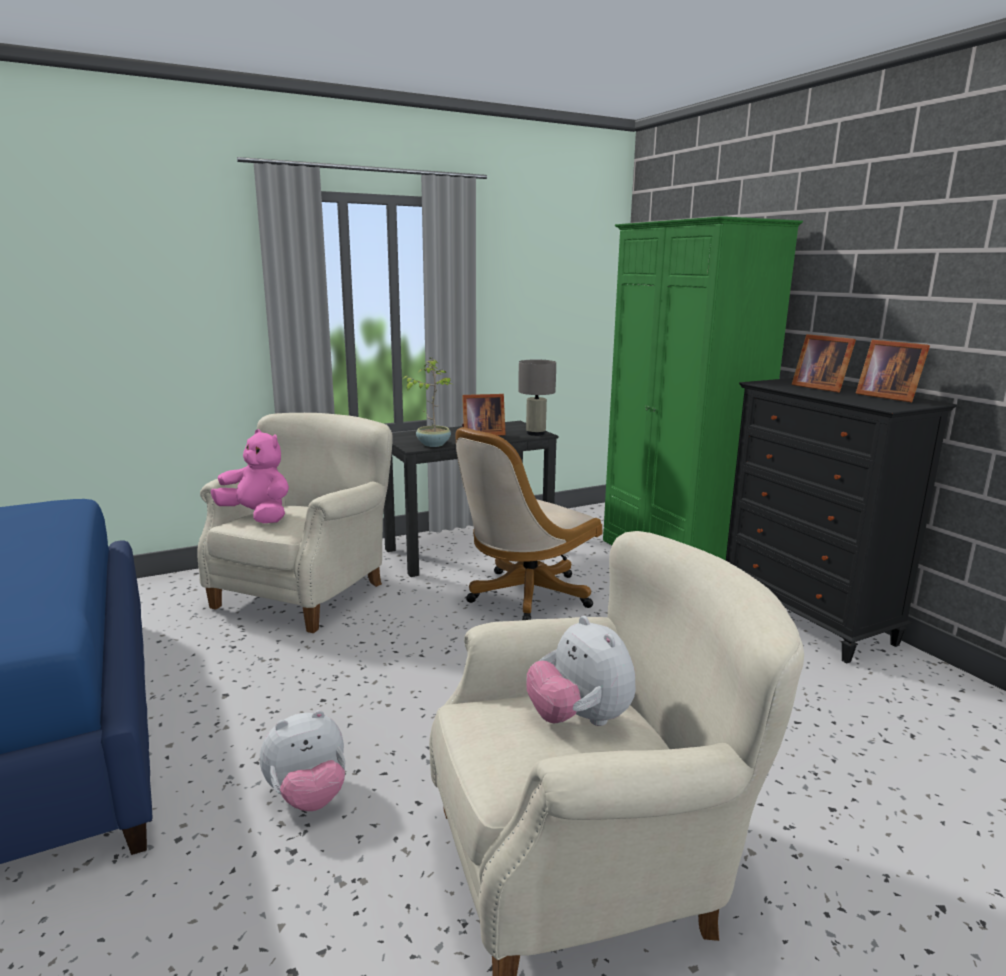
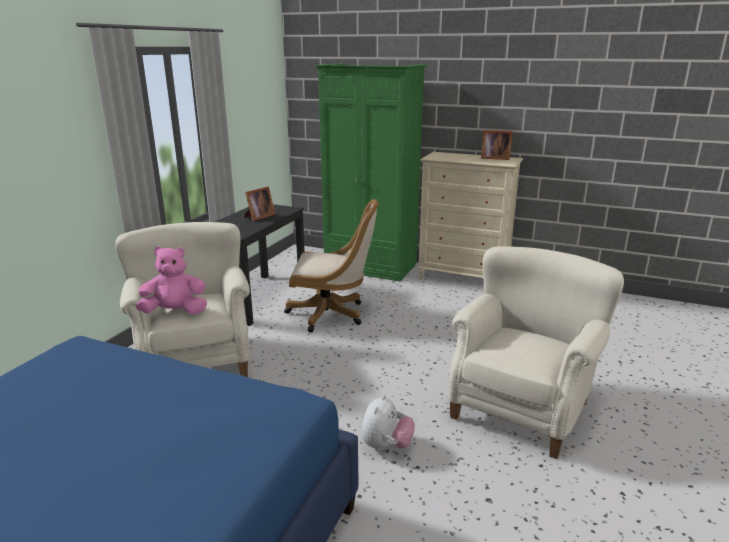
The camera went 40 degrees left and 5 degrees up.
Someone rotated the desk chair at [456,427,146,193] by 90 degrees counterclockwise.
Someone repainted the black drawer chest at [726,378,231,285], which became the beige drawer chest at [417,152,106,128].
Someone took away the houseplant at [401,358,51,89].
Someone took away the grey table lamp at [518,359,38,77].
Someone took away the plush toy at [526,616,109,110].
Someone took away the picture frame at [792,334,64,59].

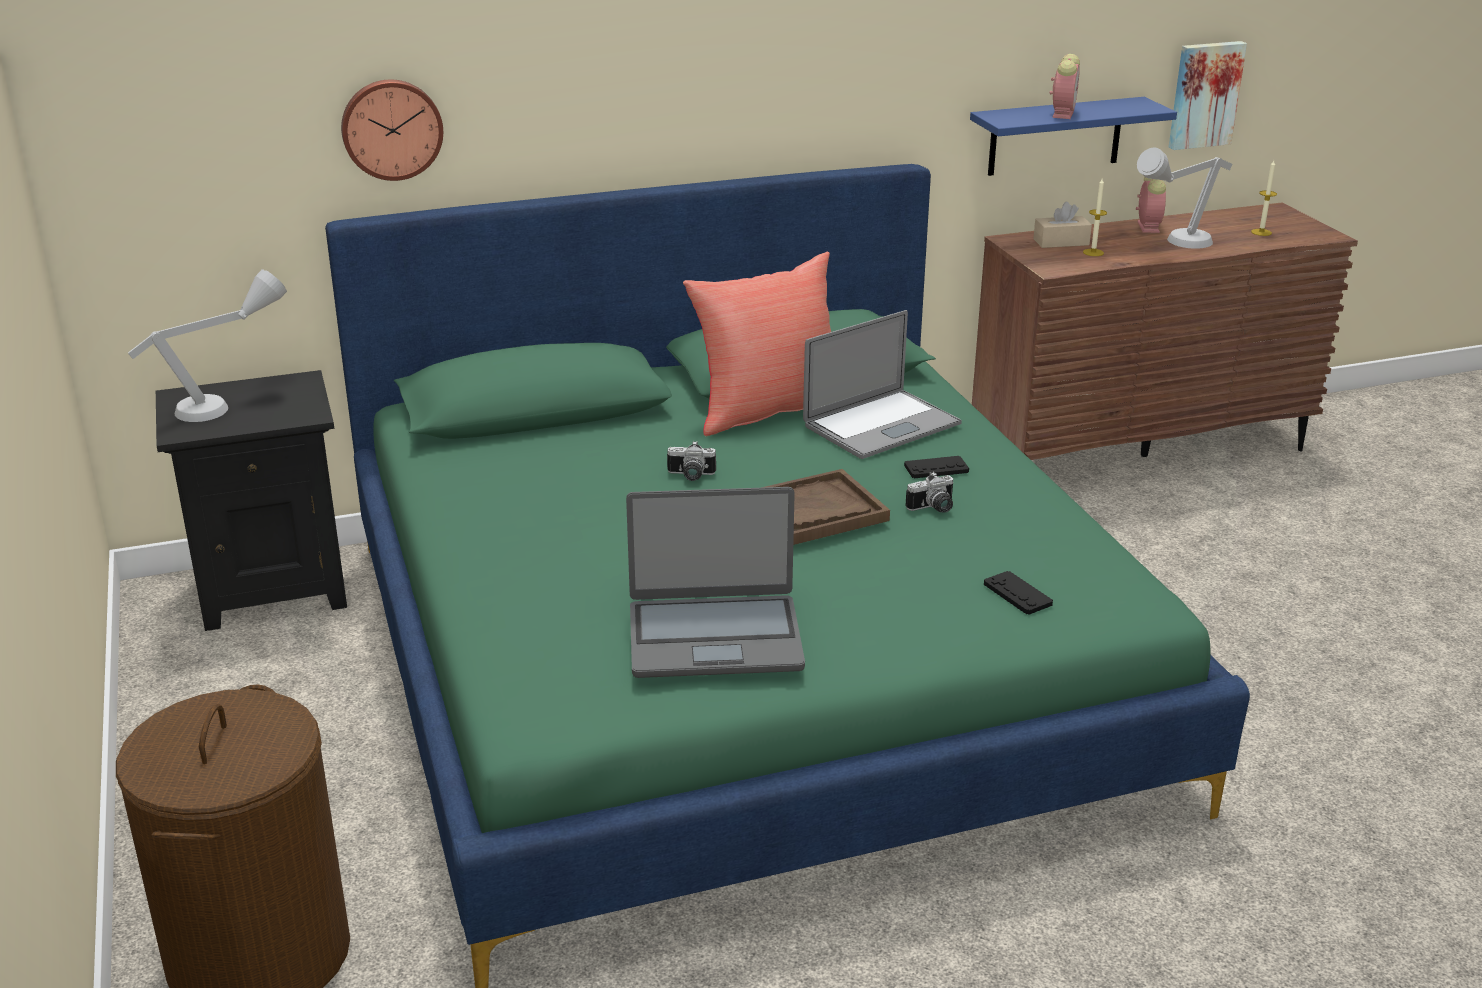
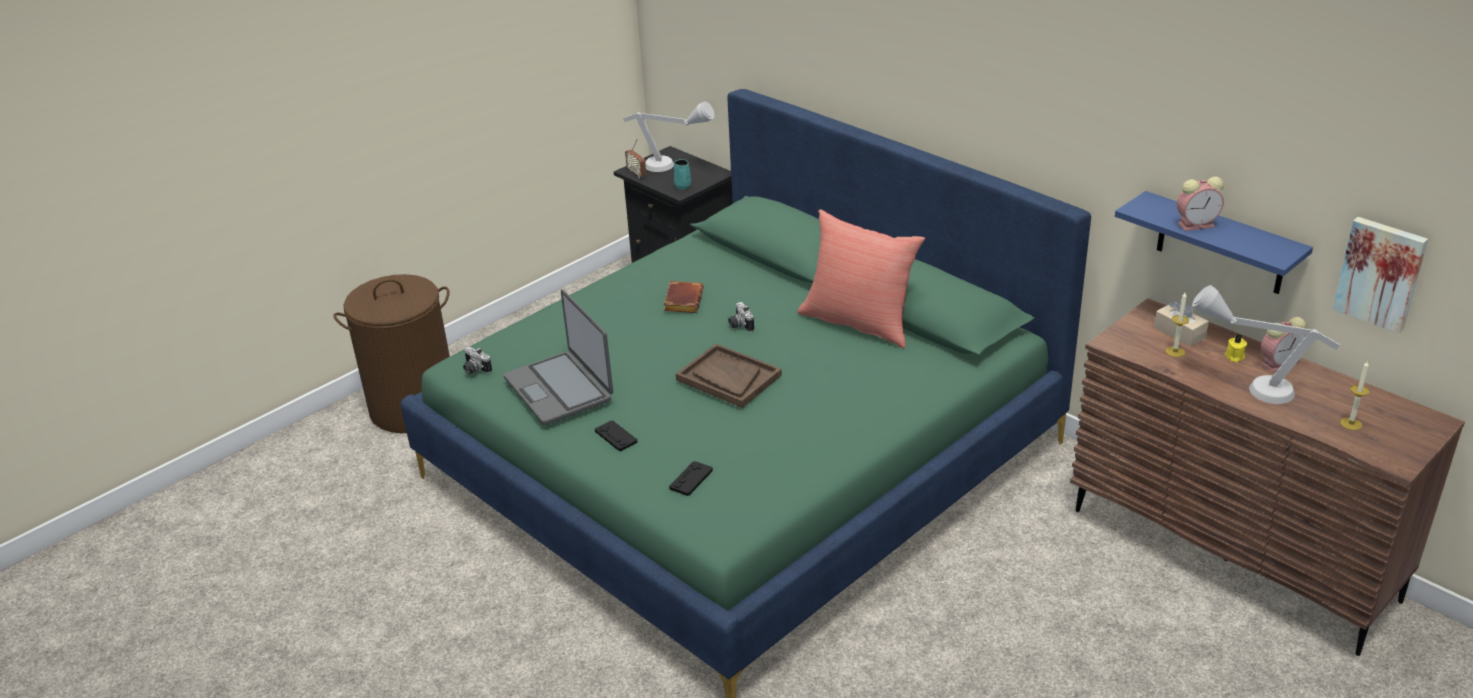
The camera went 65 degrees right and 5 degrees up.
Someone carried the still camera from [905,472,49,41] to [463,346,29,28].
Someone carried the black game controller from [904,456,65,23] to [595,420,42,31].
Someone put down the radio set at [625,139,21,39].
Someone put down the brownish volume at [664,281,40,32].
Someone put down the turquoise mug at [674,159,17,31].
Someone put down the yellow wax candle at [1225,334,22,28].
Someone took away the hanging clock at [341,80,102,101].
Someone took away the laptop at [803,310,159,149].

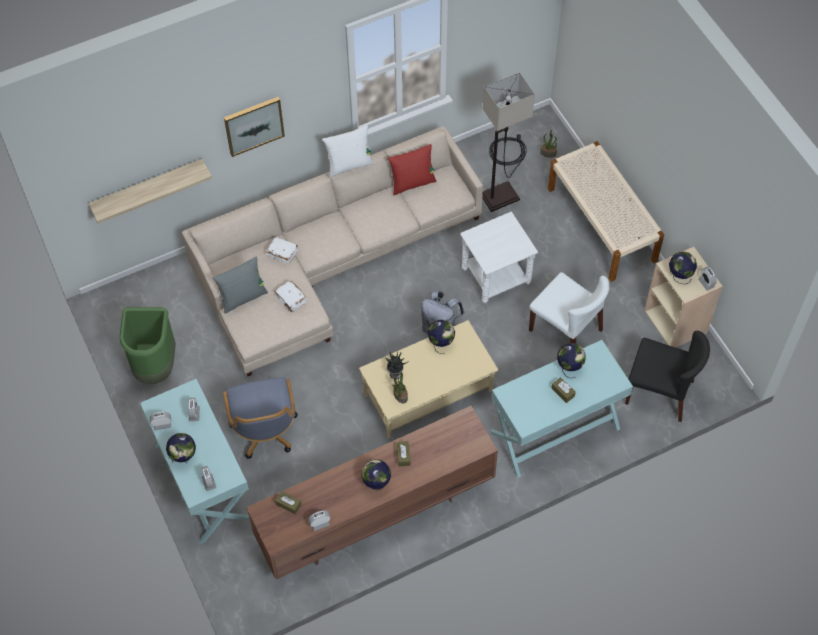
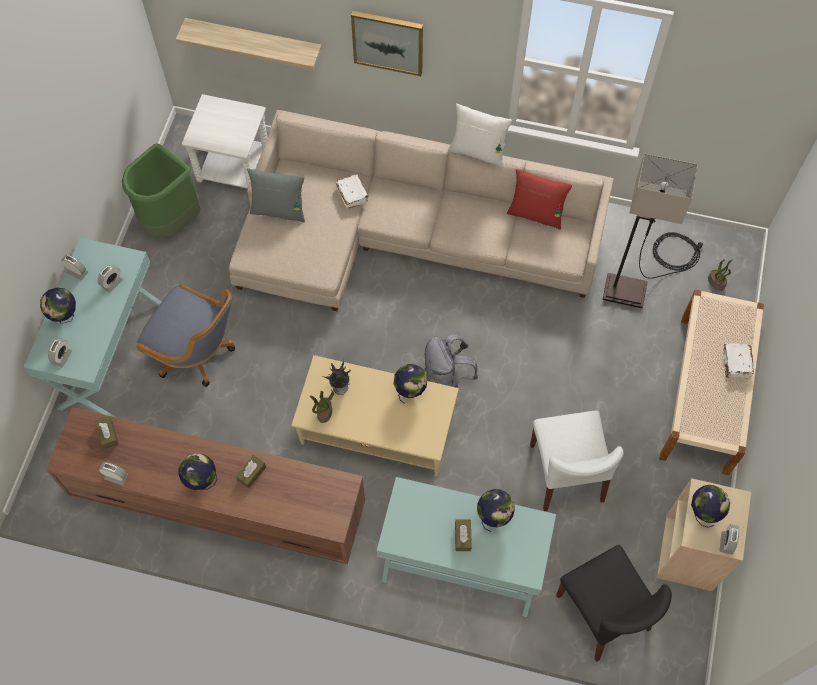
The camera went 40 degrees right and 5 degrees up.
Someone rotated the bluish desk chair at [223,378,75,81] by 90 degrees counterclockwise.
Someone carried the white-coloured end table from [460,212,78,91] to [182,94,86,95].
Someone carried the white-coloured volume from [275,281,32,31] to [723,343,31,36].

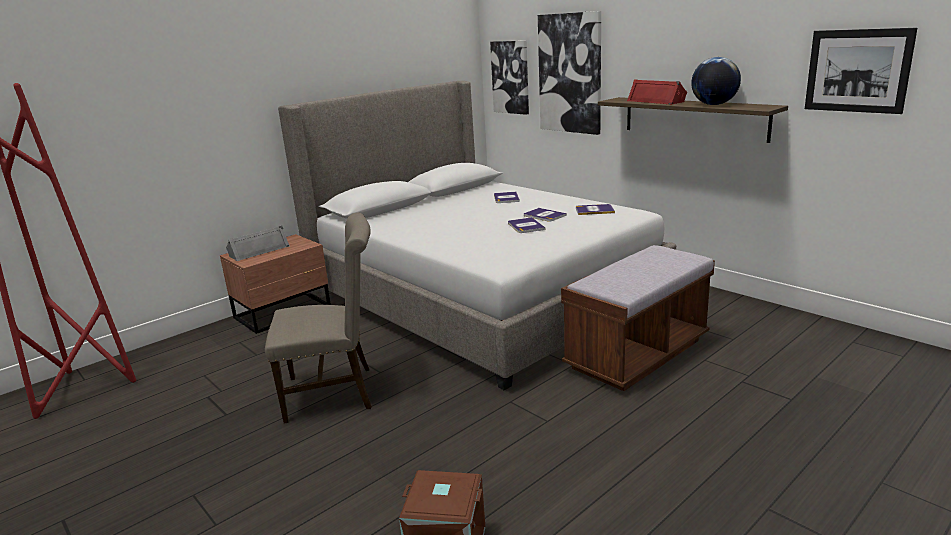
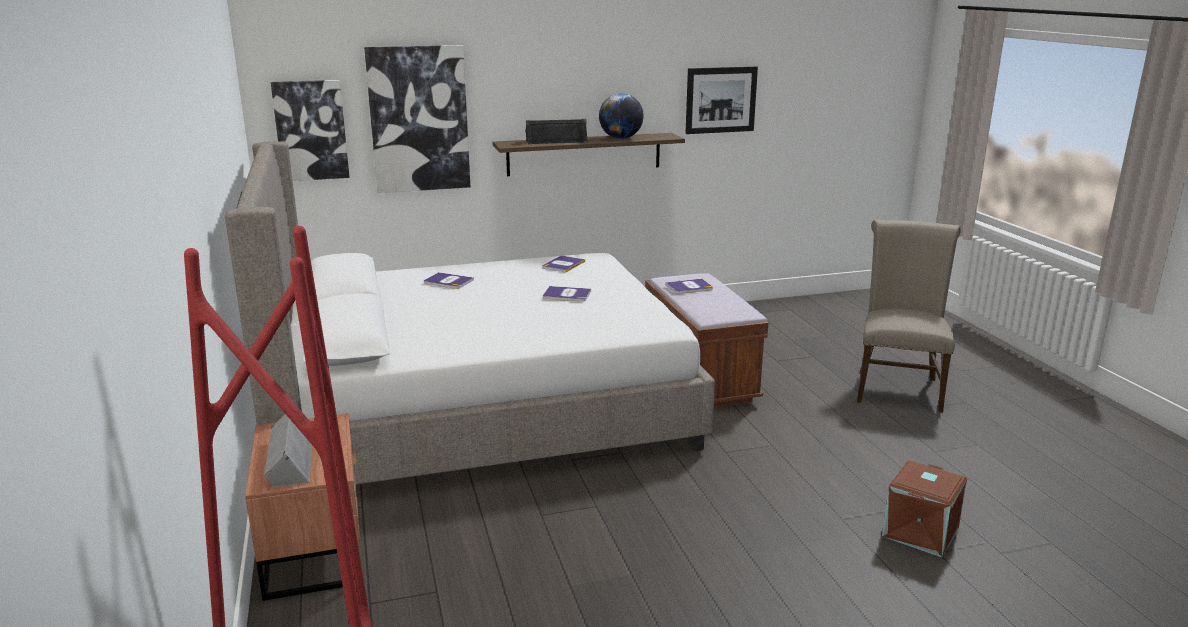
The camera went 65 degrees left and 0 degrees up.
Someone repainted the reddish speaker at [627,79,60,26], which became the black speaker at [526,119,62,25].
Someone carried the volume from [524,208,43,14] to [665,278,48,16].
Someone carried the beige plain chair from [265,213,107,210] to [857,220,104,193].

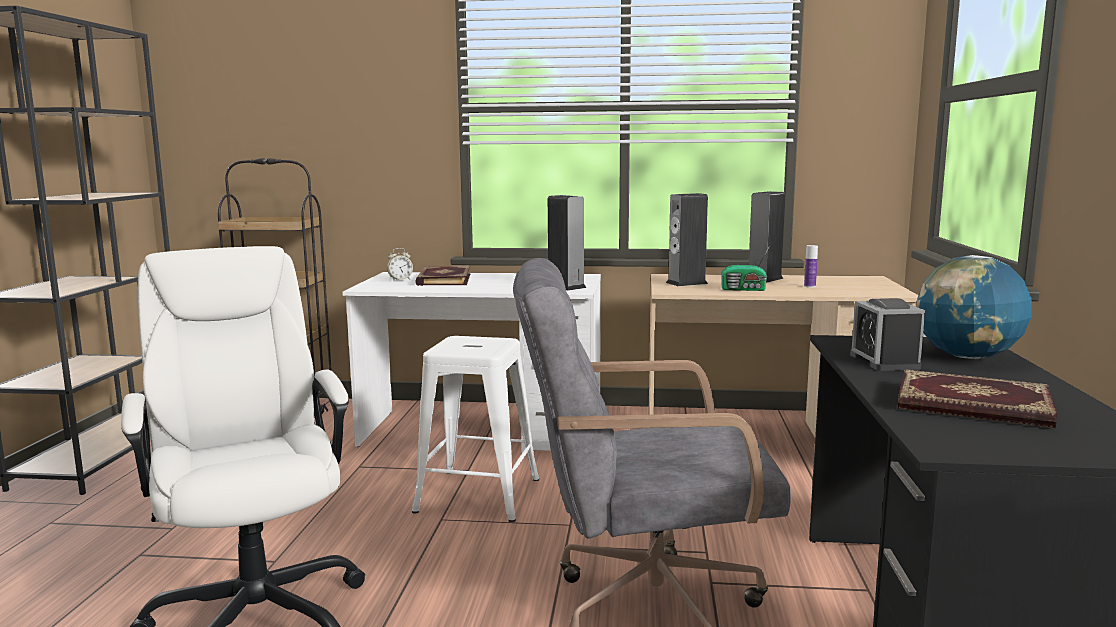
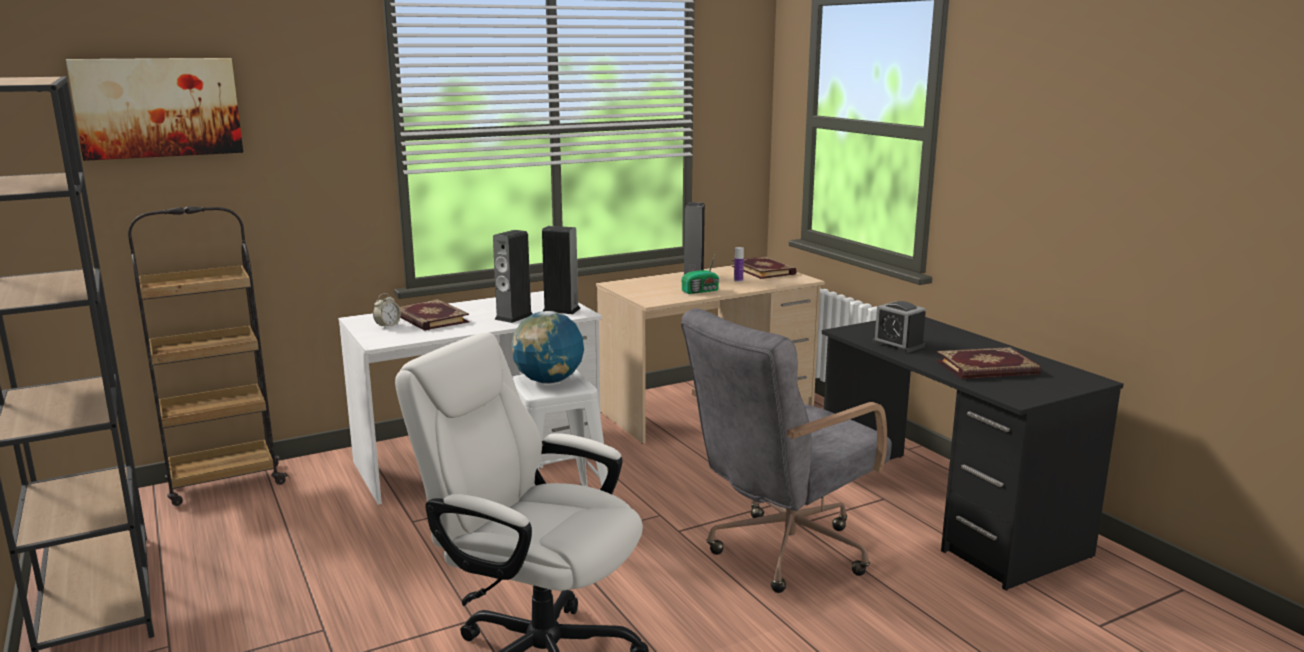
The camera went 35 degrees left and 5 degrees up.
Someone put up the wall picture at [66,58,177,103].
Someone carried the speaker from [666,193,42,93] to [493,230,40,93].
Someone carried the globe from [917,255,115,104] to [511,311,73,73].
Someone put down the volume at [732,256,65,23].

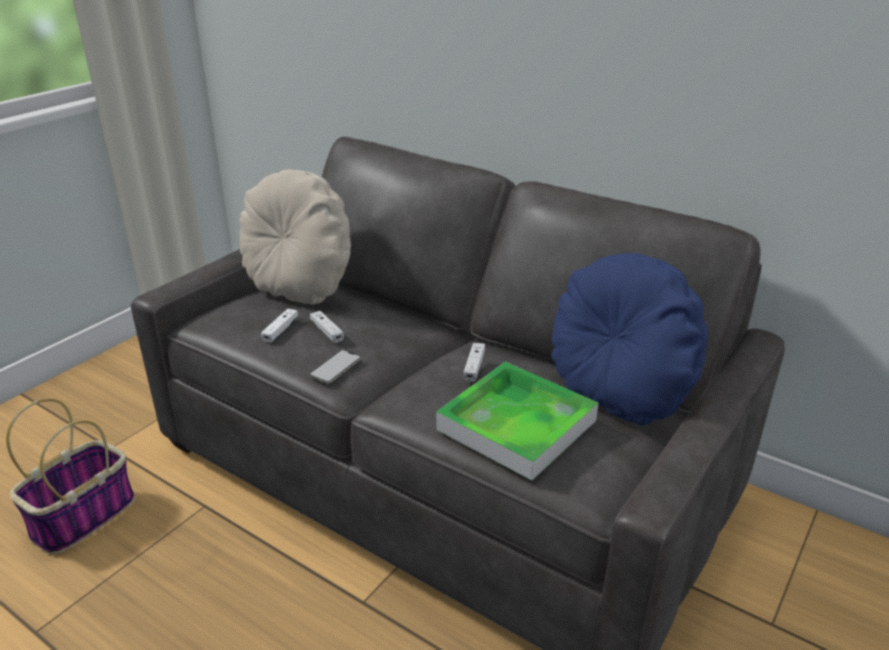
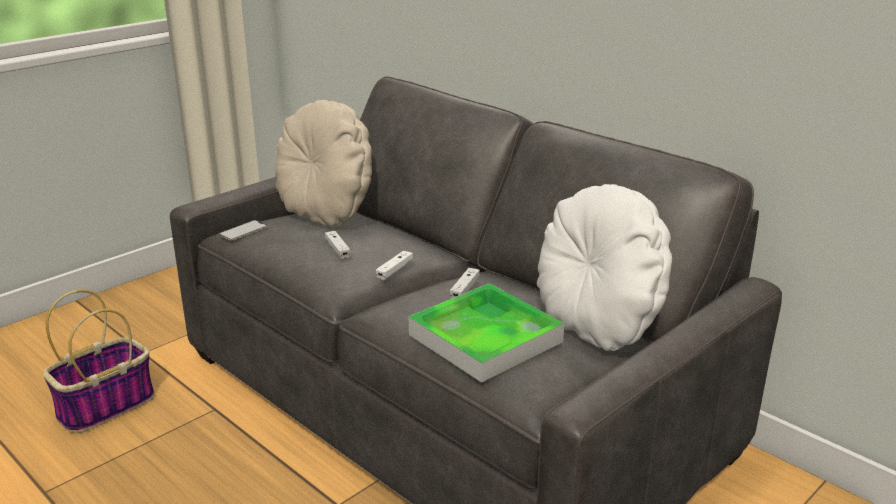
The camera went 10 degrees right and 5 degrees down.
Someone carried the telephone from [309,349,53,34] to [218,220,50,21].
Someone carried the white-coloured game controller from [261,309,37,34] to [376,251,37,29].
Someone repainted the bluish cushion at [551,253,157,173], which became the white-coloured cushion at [537,184,135,167].

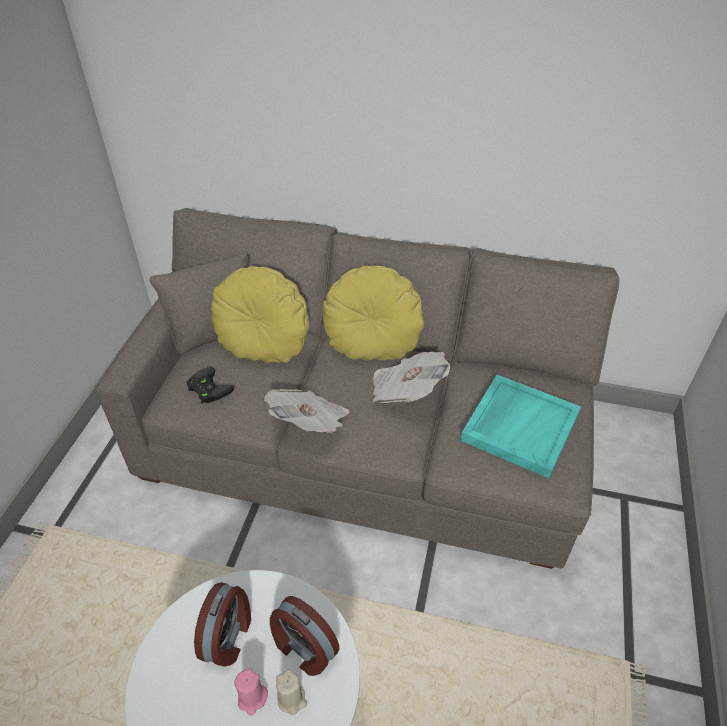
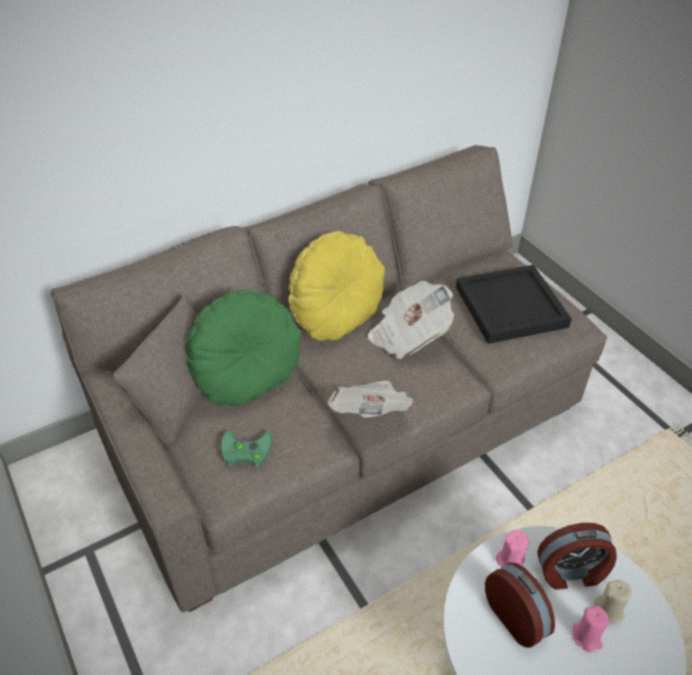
The camera went 45 degrees left and 0 degrees up.
Someone repainted the yellow cushion at [211,266,98,97], which became the green cushion at [186,289,116,117].
Someone repainted the black game controller at [187,367,47,37], which became the green game controller at [221,430,51,37].
Someone repainted the turquoise tray at [460,375,121,103], which became the black tray at [456,265,116,79].
Someone put down the pink wax candle at [496,530,33,37].

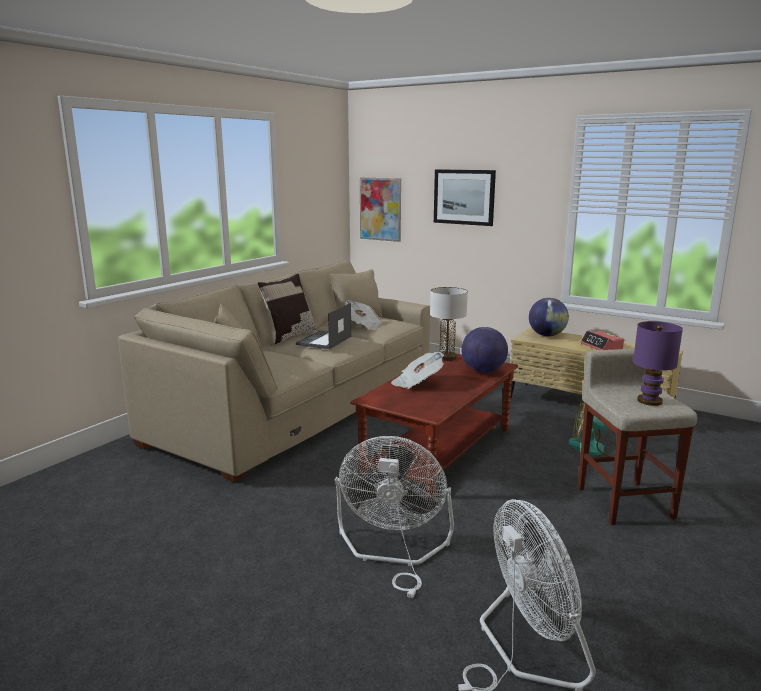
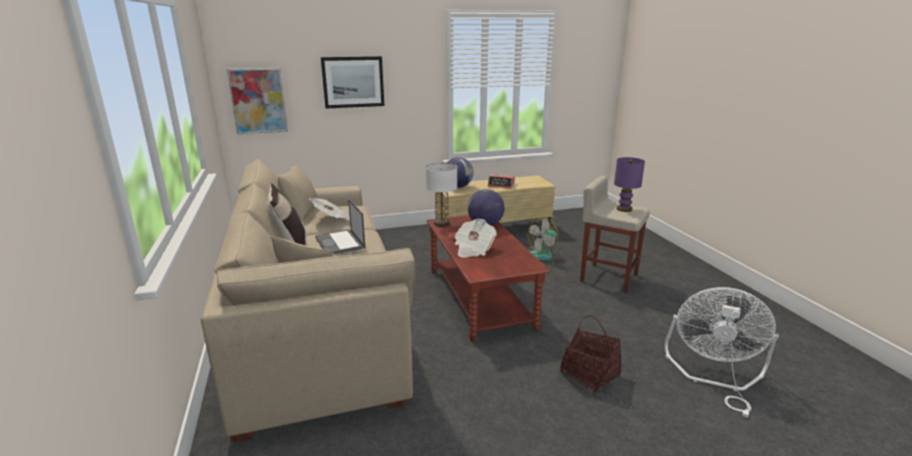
The camera went 50 degrees left and 5 degrees up.
Someone swapped the white-coloured electric fan at [335,436,119,162] for the storage basket at [560,315,61,78].

